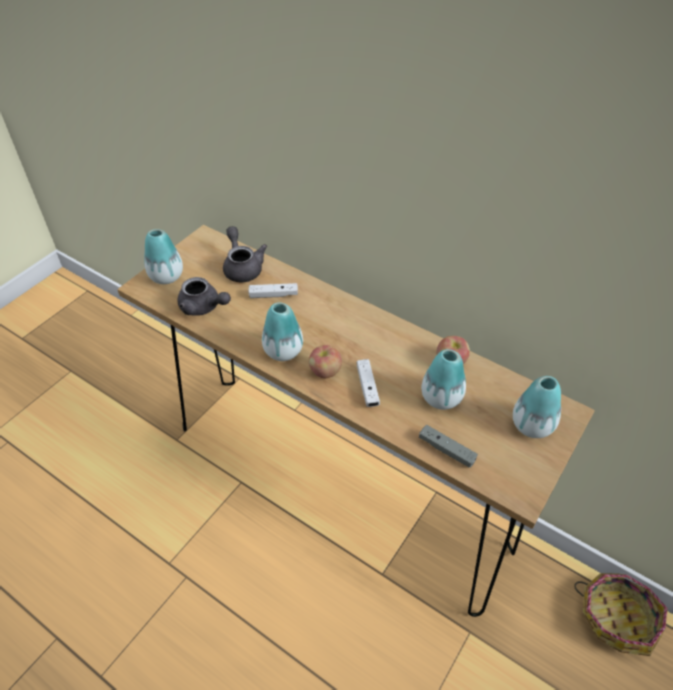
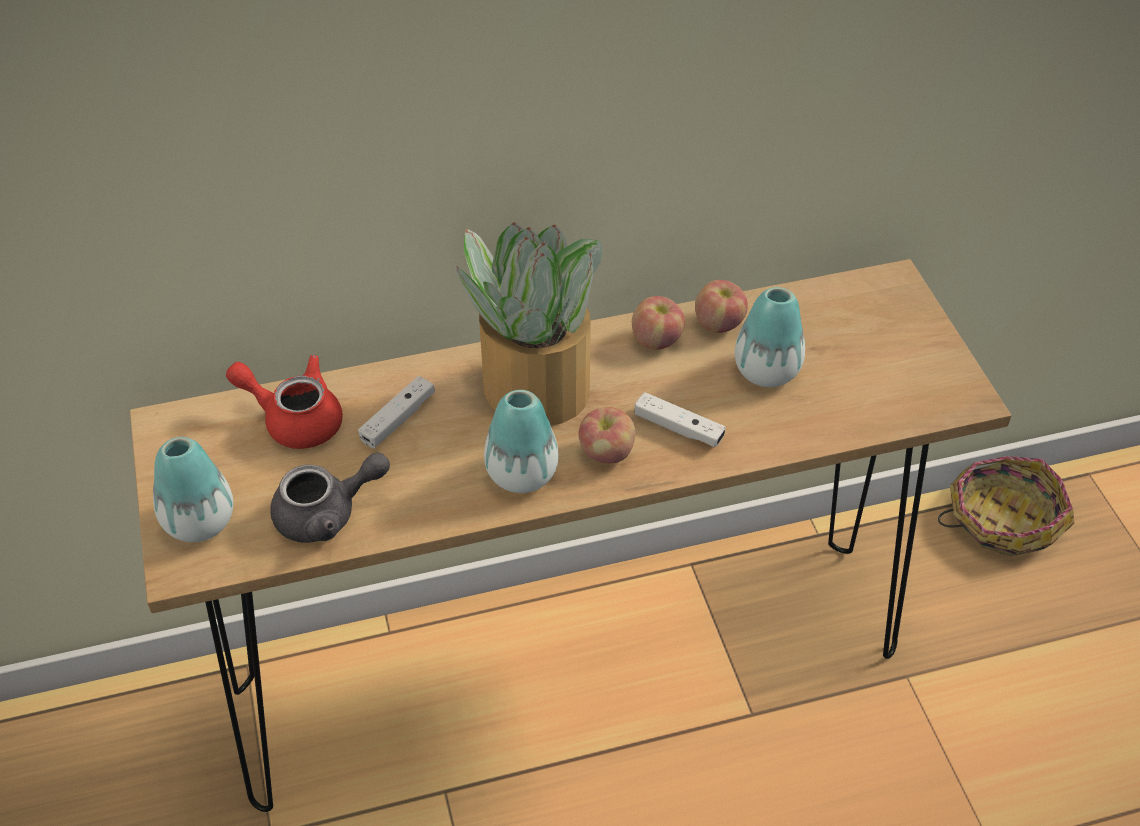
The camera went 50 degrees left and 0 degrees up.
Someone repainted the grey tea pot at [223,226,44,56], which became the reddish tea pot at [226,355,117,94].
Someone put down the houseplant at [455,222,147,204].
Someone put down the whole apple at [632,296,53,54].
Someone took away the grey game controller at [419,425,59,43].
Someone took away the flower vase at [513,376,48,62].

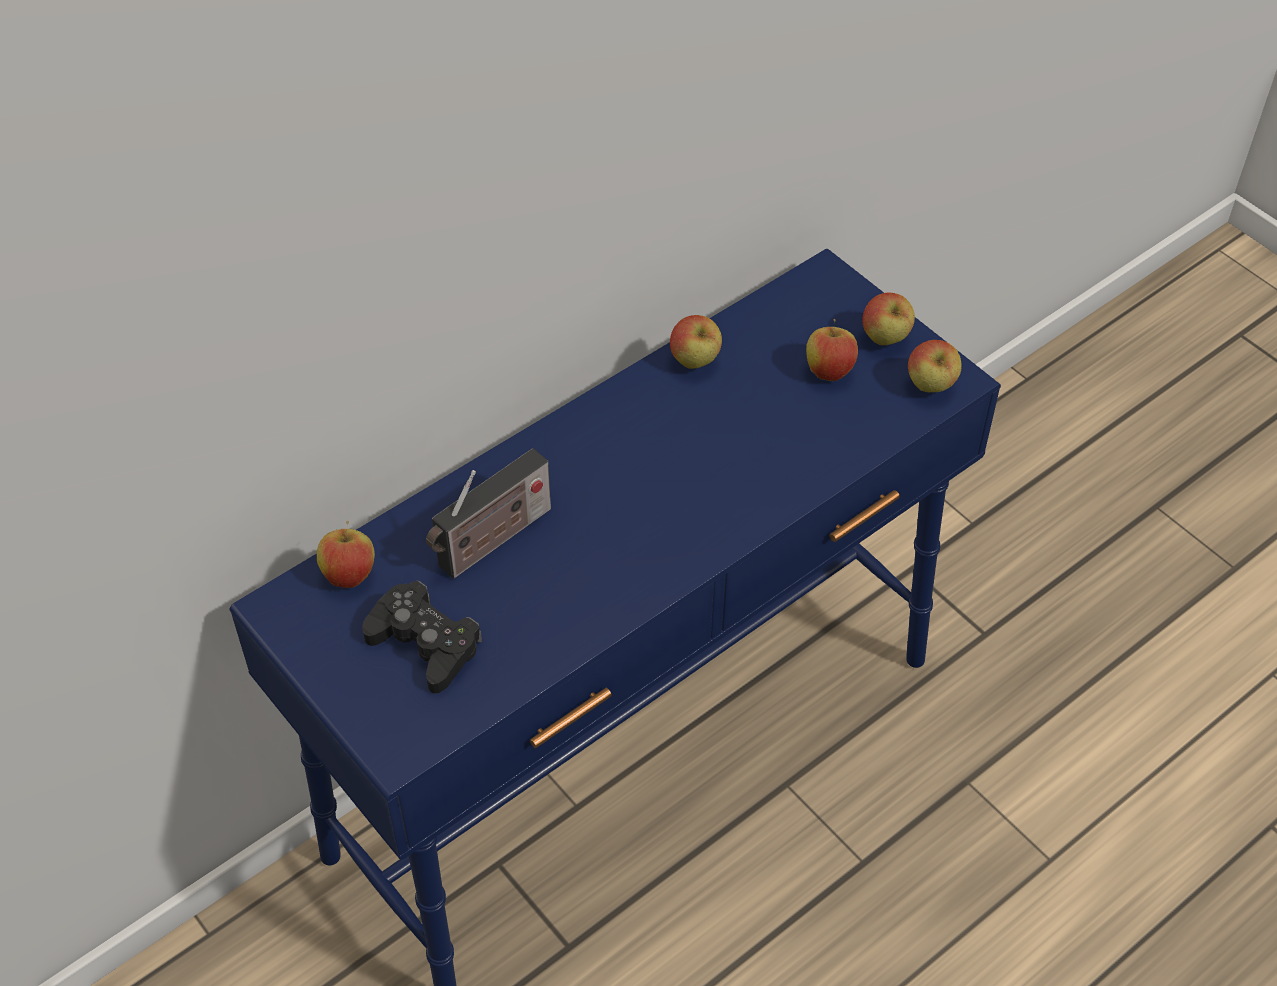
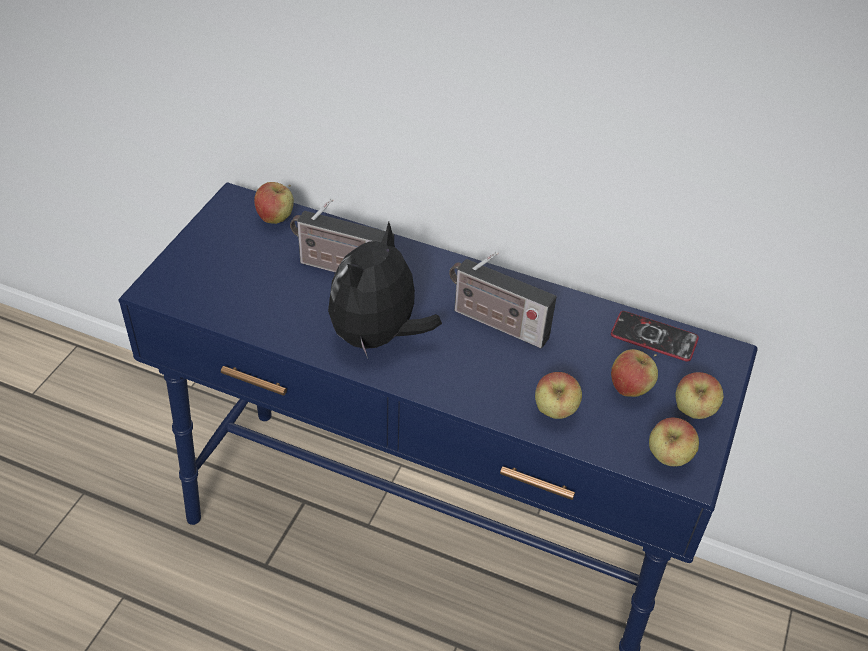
The camera went 60 degrees right and 5 degrees down.
Someone put down the plush toy at [328,221,114,138].
Someone put down the radio set at [449,251,108,97].
Someone carried the whole apple from [670,315,52,54] to [535,372,47,47].
Someone put down the telephone at [611,311,88,51].
Someone took away the black game controller at [362,581,120,113].

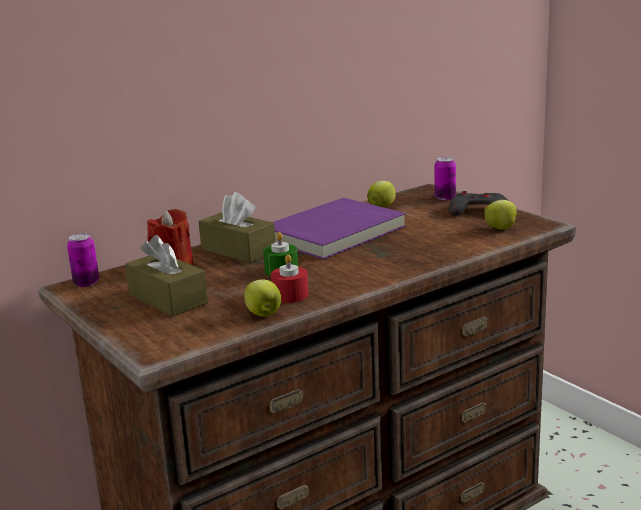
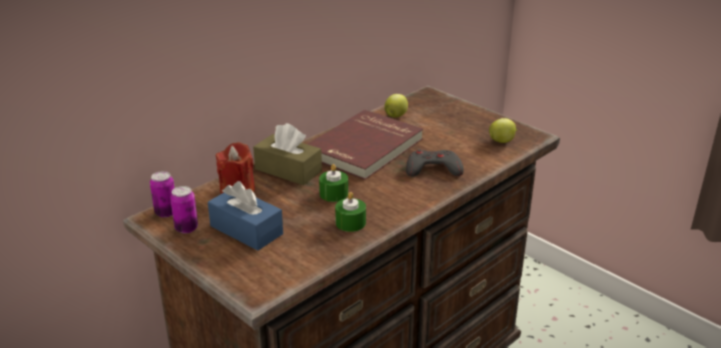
The camera went 10 degrees left and 10 degrees up.
Someone carried the metal can from [435,157,21,43] to [170,186,28,47].
Someone repainted the brownish tissue holder at [125,235,83,81], which became the bluish tissue holder at [208,181,75,69].
Someone repainted the purple volume at [273,198,133,61], which became the reddish volume at [308,110,115,70].
Someone repainted the reddish wax candle at [271,254,38,49], which became the green wax candle at [335,192,31,40].
Someone carried the grey game controller from [448,191,61,25] to [406,149,58,28].
Someone took away the whole apple at [244,279,37,38].

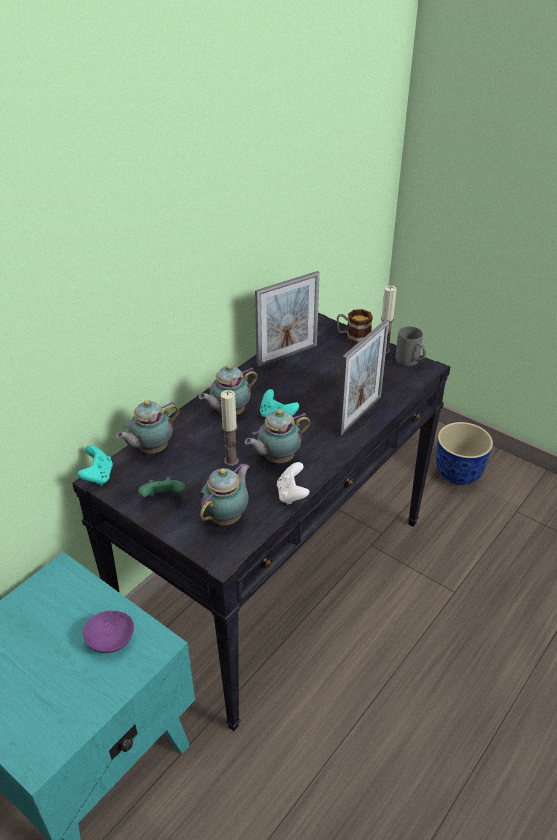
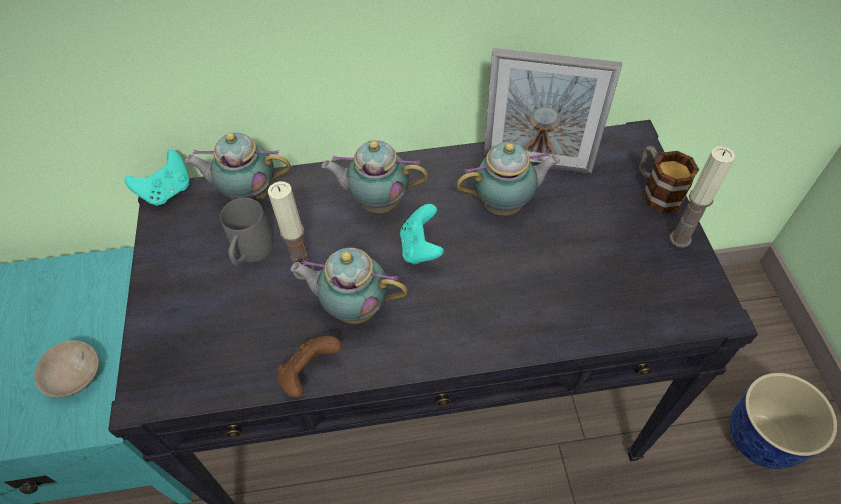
The camera went 45 degrees right and 15 degrees up.
Someone repainted the purple deep dish at [83,611,51,42], which became the beige deep dish at [34,340,65,58].
Someone carried the grey mug from [396,326,30,40] to [220,198,54,67].
Someone repainted the white-coloured game controller at [277,462,32,43], which became the brownish game controller at [277,336,65,62].
Someone carried the tea pot from [200,463,50,62] to [456,142,104,74].
Someone took away the green game controller at [138,477,48,20].
Someone took away the picture frame at [338,319,51,117].

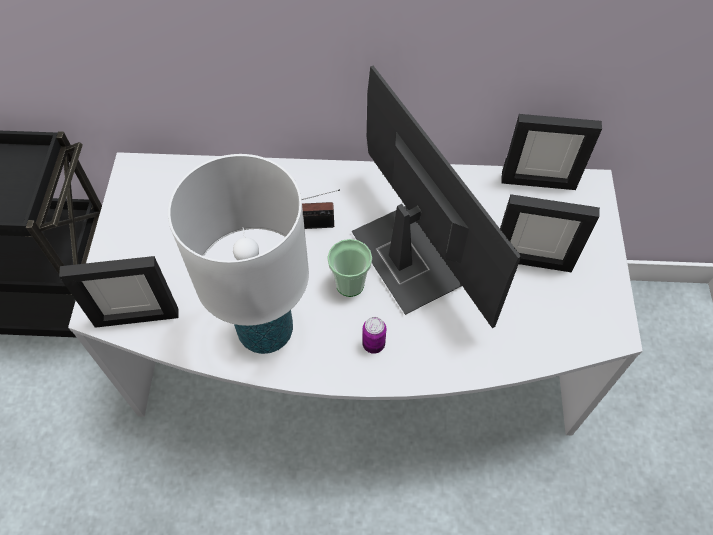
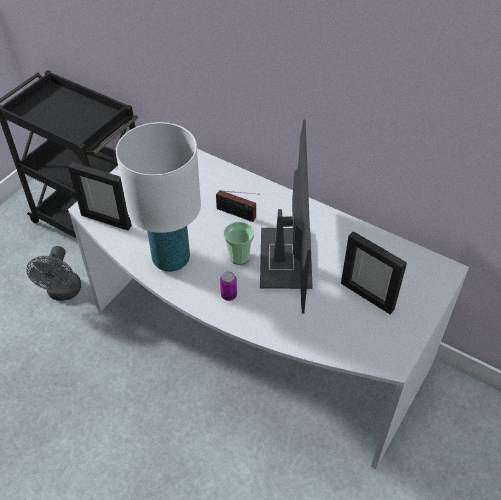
The camera went 30 degrees right and 10 degrees down.
Someone put down the grey electric fan at [26,246,55,55].
Someone took away the picture frame at [502,114,100,76].

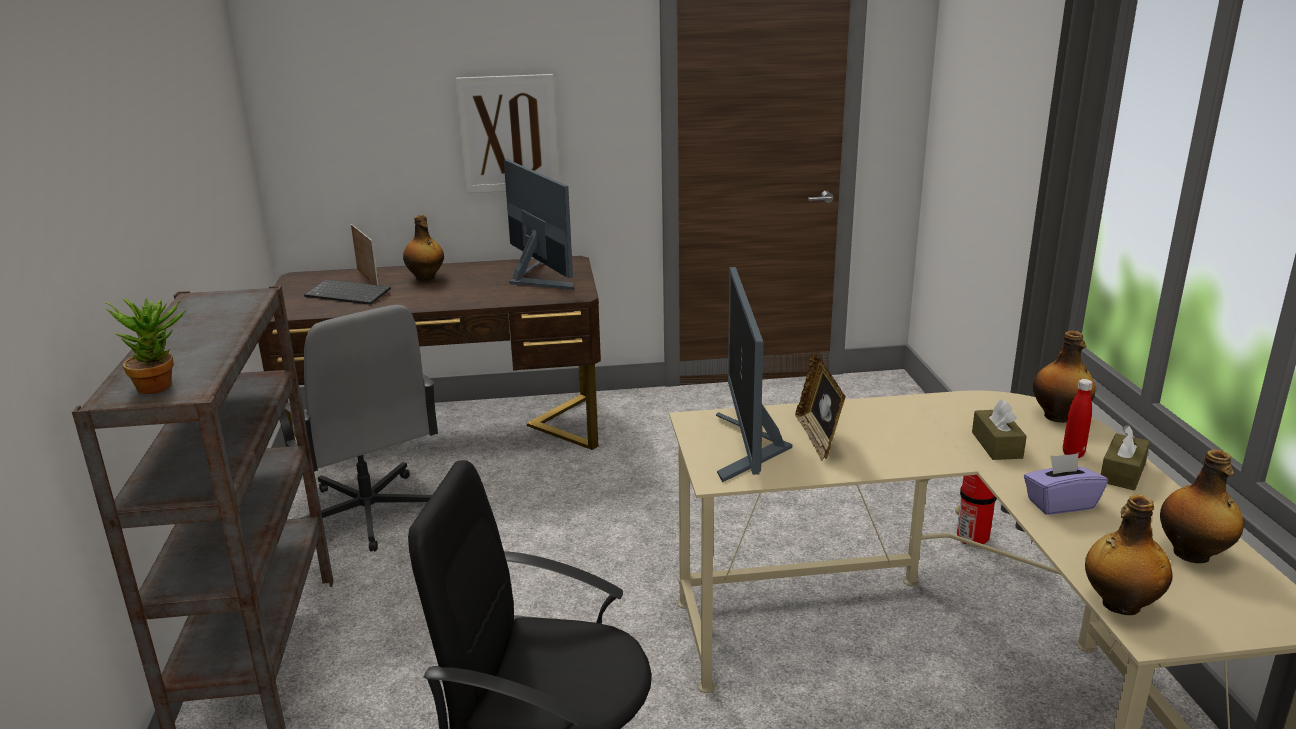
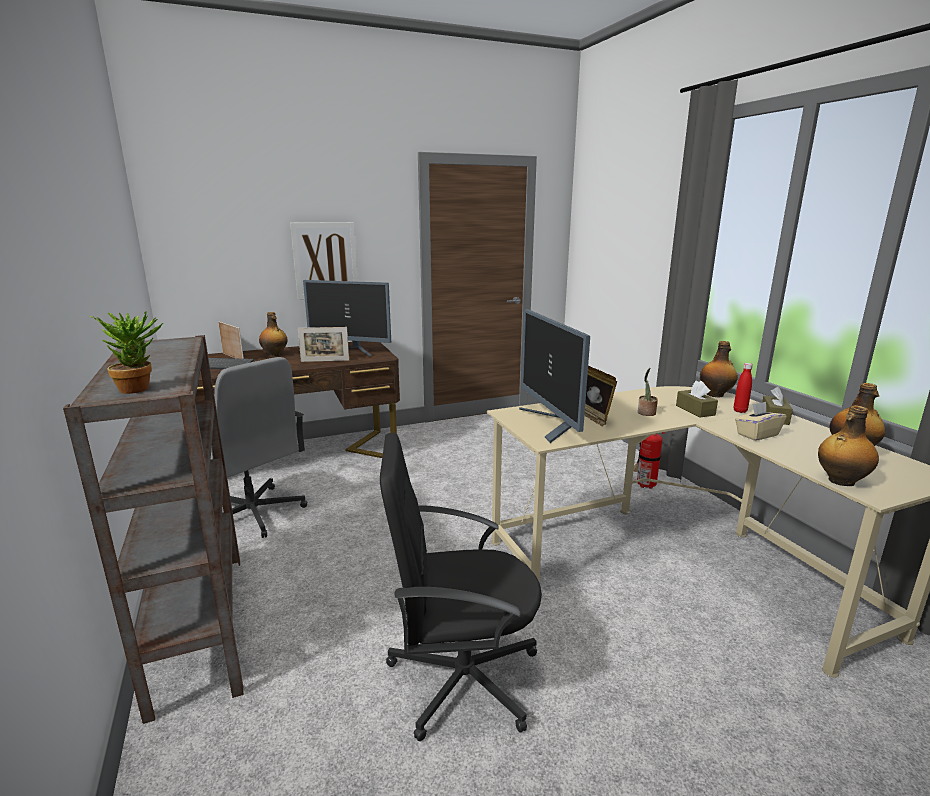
The camera went 15 degrees left and 5 degrees down.
Someone put down the picture frame at [298,327,51,35].
Someone rotated the monitor at [504,159,70,131] by 150 degrees clockwise.
Someone put down the houseplant at [638,368,20,48].
Someone repainted the purple tissue holder at [1024,453,84,62], which became the beige tissue holder at [735,402,51,39].

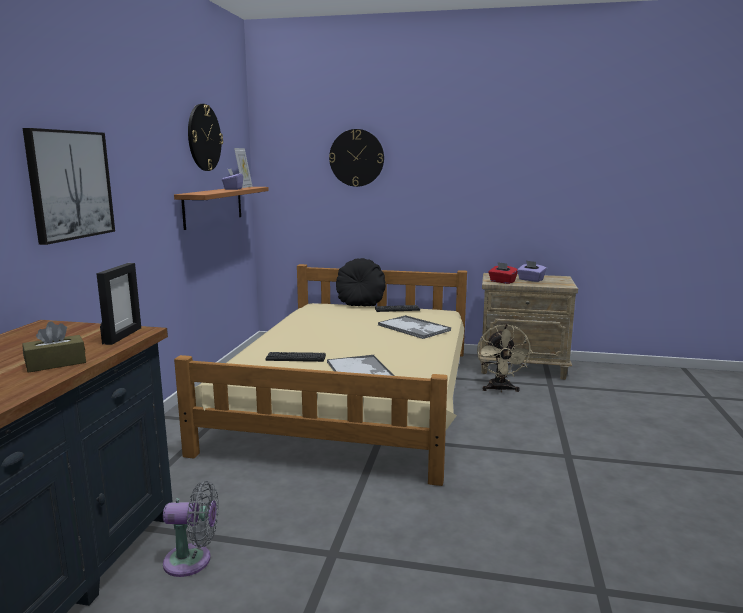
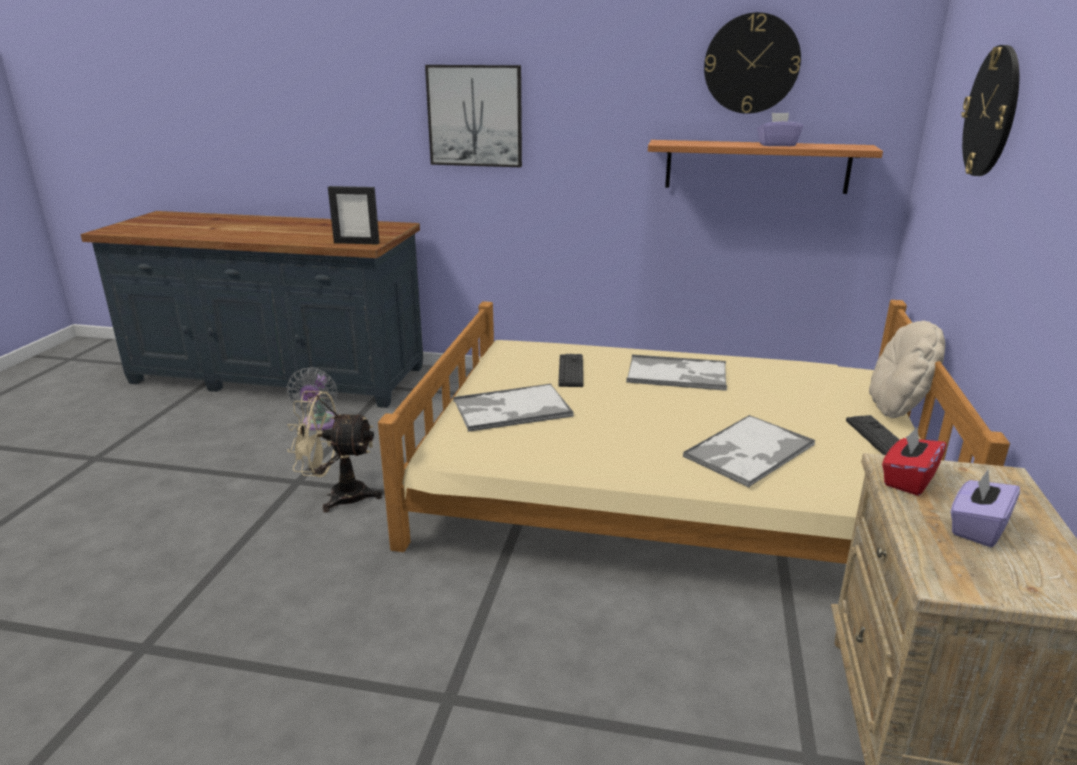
The camera went 90 degrees right and 10 degrees up.
Someone carried the beige electric fan from [477,324,56,68] to [287,391,95,121].
Someone put down the tray at [626,355,101,36].
Someone repainted the black cushion at [336,258,50,48], which became the beige cushion at [869,321,76,97].
Someone took away the brownish tissue holder at [22,321,64,52].
Someone took away the picture frame at [234,148,19,40].

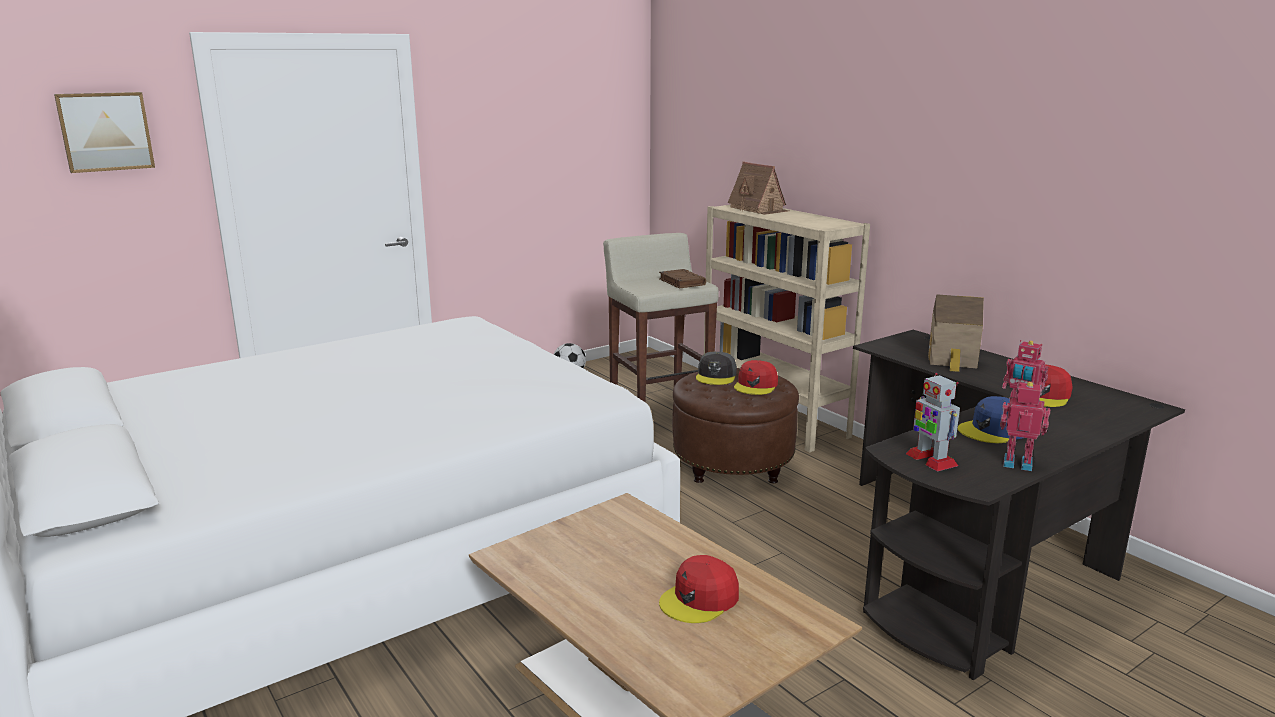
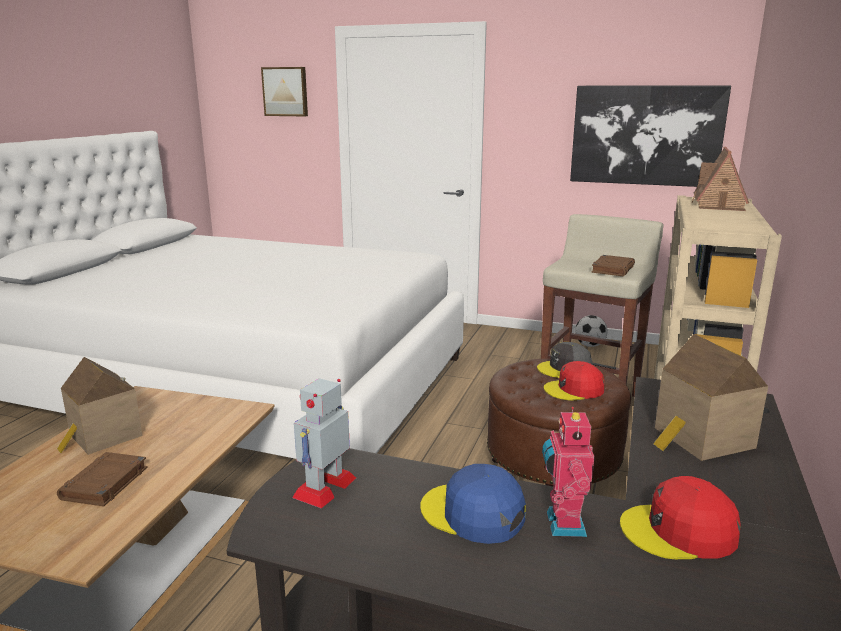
The camera went 55 degrees right and 0 degrees up.
Someone put down the miniature house at [57,357,86,98].
Someone swapped the reddish peaked cap at [659,555,80,68] for the brownish volume at [57,452,91,55].
Someone put up the wall picture at [570,85,161,102].
Someone took away the toy robot at [1000,382,50,89].

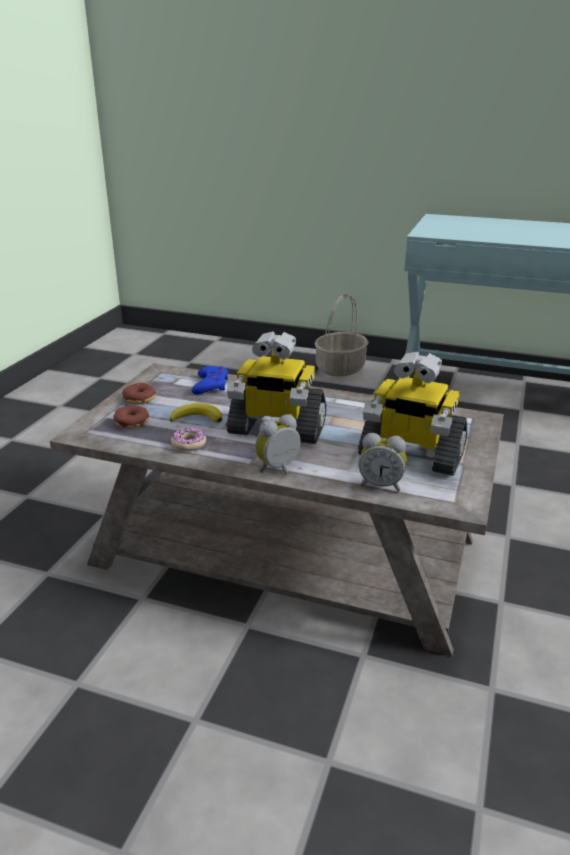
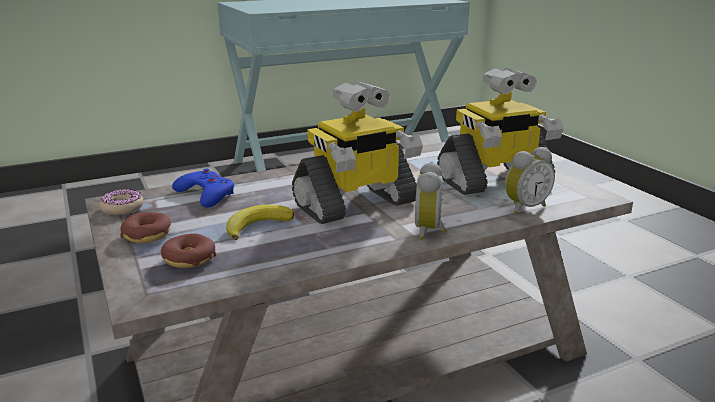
The camera went 45 degrees left and 5 degrees down.
Someone carried the doughnut from [171,427,35,24] to [99,189,44,26].
Someone took away the storage basket at [315,294,53,83].

